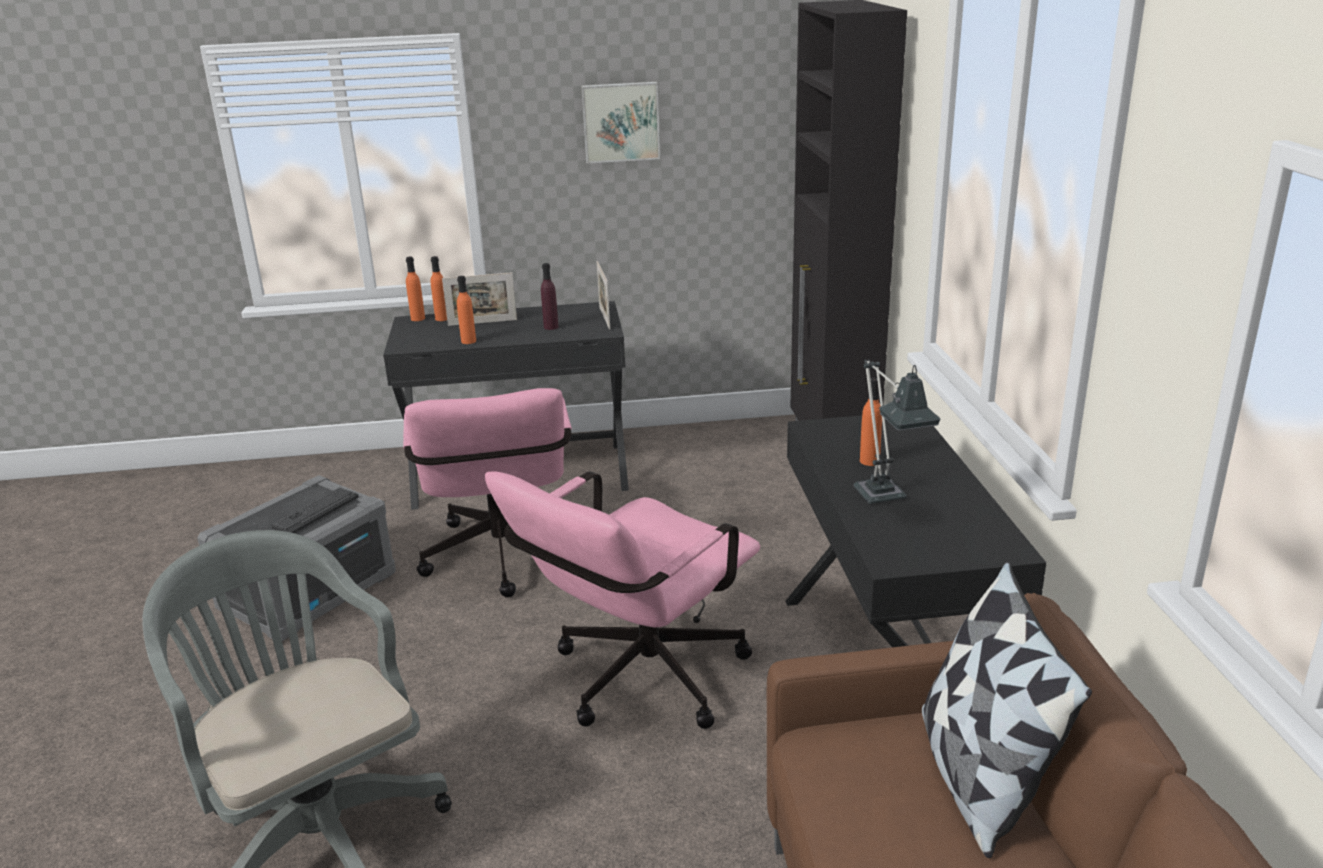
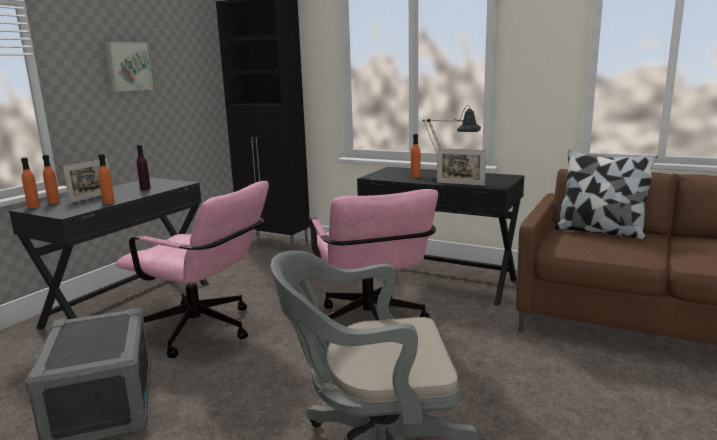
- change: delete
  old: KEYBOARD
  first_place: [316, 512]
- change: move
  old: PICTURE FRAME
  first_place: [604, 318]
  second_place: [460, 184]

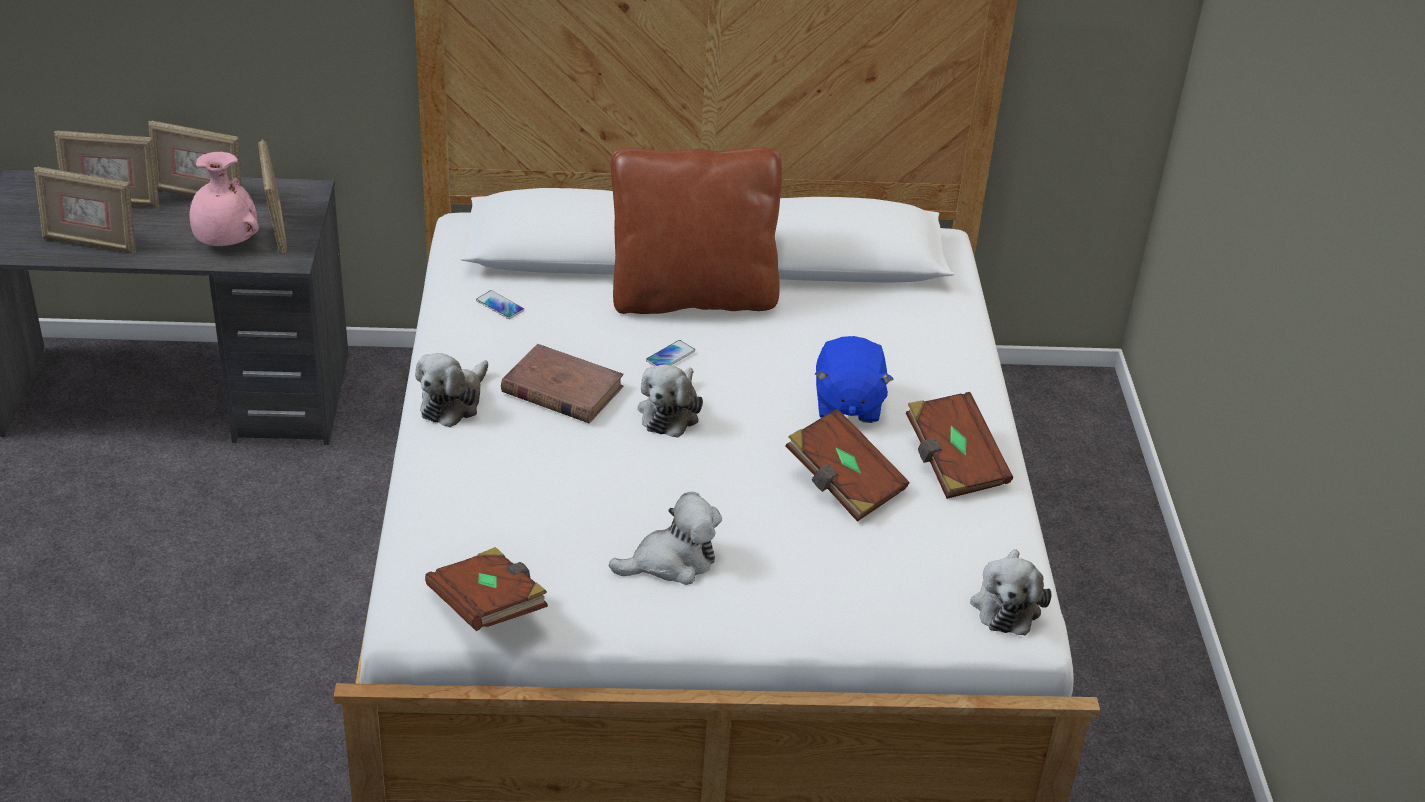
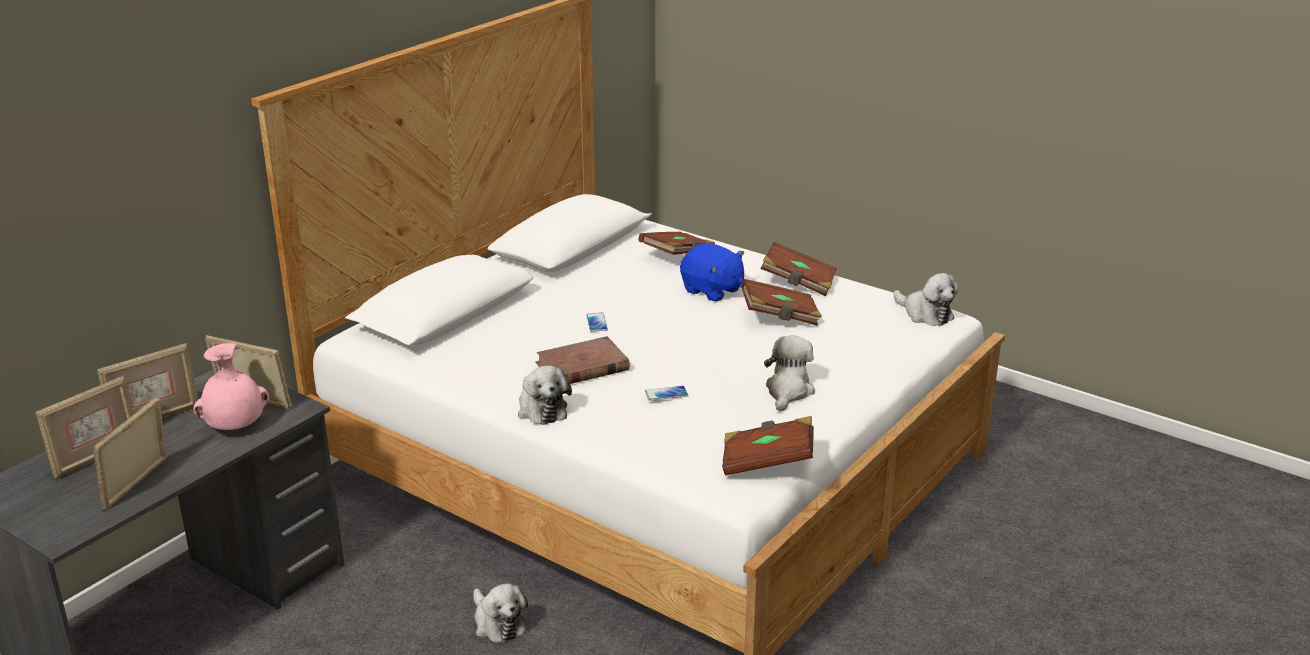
- change: delete
  old: BROWN PILLOW
  first_place: [692, 297]
- change: insert
  new: BROWN BOOK
  second_place: [678, 256]
- change: move
  old: PHONE
  first_place: [500, 305]
  second_place: [666, 394]
- change: move
  old: PLUSH TOY
  first_place: [670, 412]
  second_place: [497, 623]
- change: rotate
  old: PICTURE FRAME
  first_place: [91, 243]
  second_place: [138, 484]
  degrees: 150

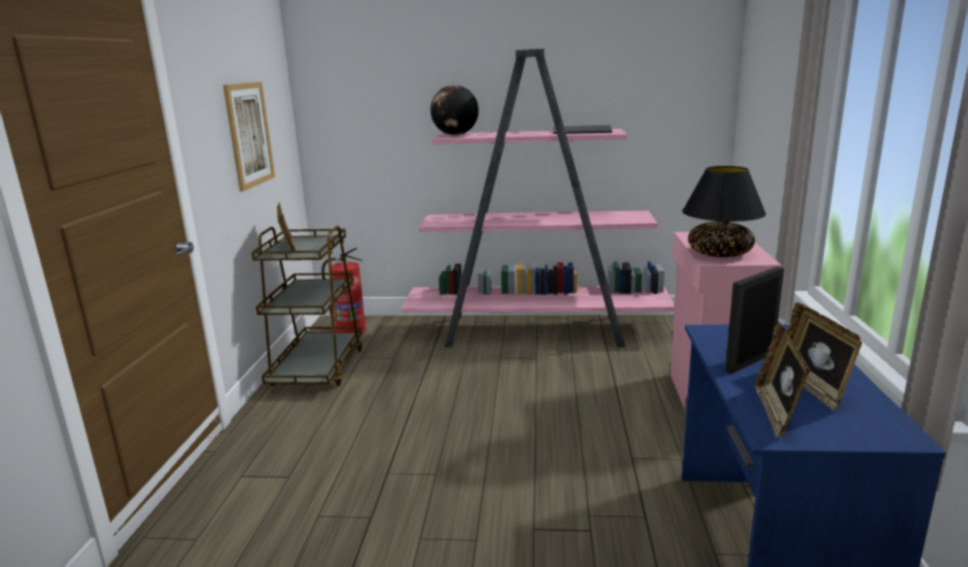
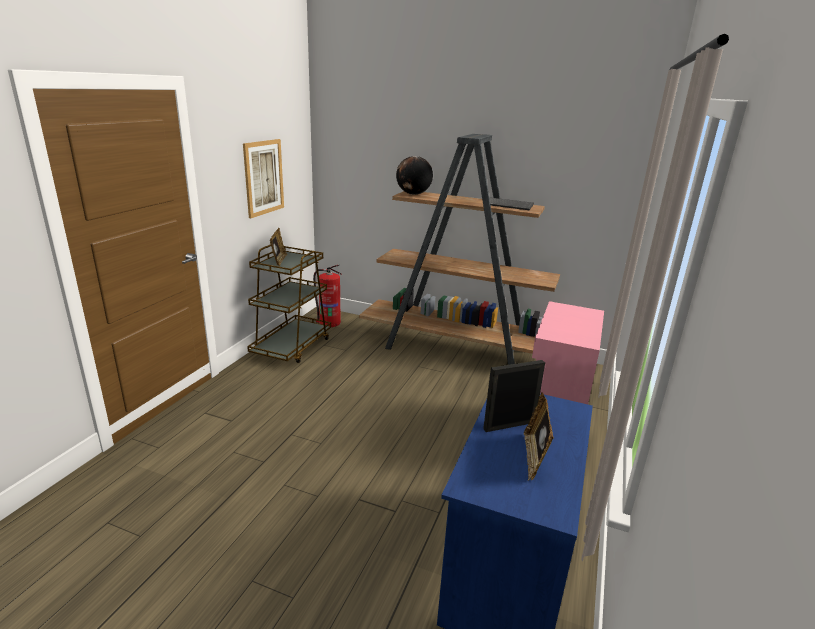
- change: delete
  old: BLACK TABLE LAMP
  first_place: [720, 253]
- change: delete
  old: PICTURE FRAME
  first_place: [776, 413]
- change: recolor
  old: PINK BOOKCASE
  new: BROWN BOOKCASE
  first_place: [537, 331]
  second_place: [458, 350]

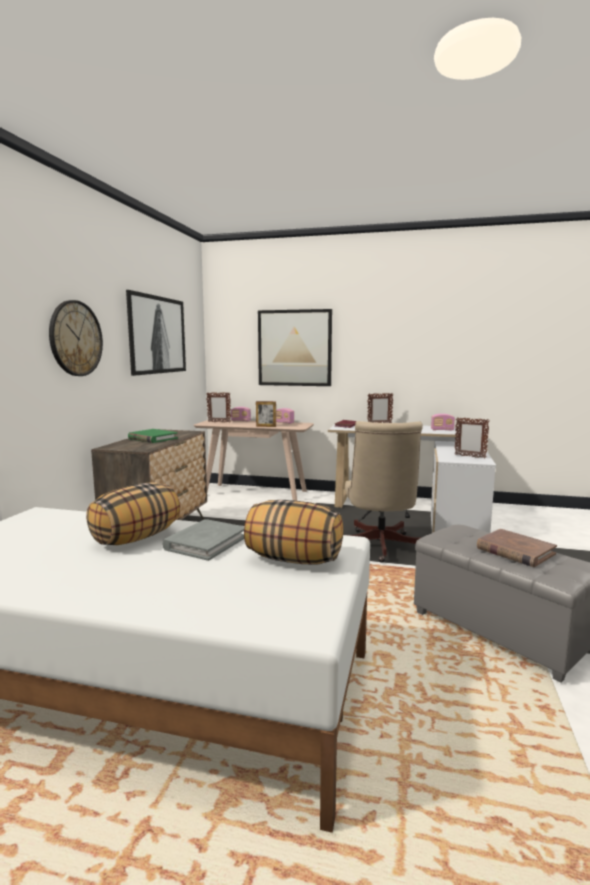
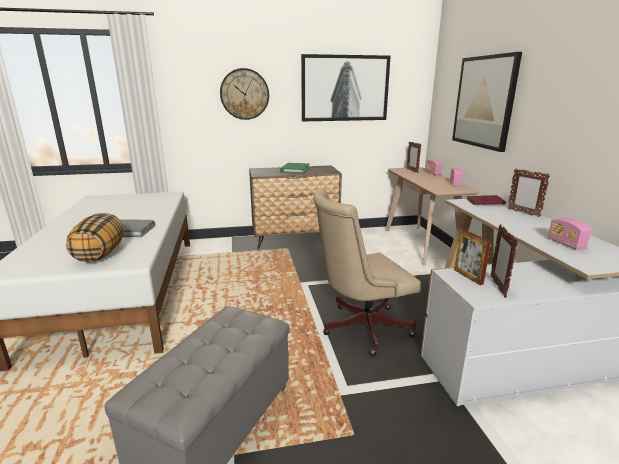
- change: delete
  old: PILLOW
  first_place: [136, 538]
- change: delete
  old: BROWN BOOK
  first_place: [515, 551]
- change: move
  old: PICTURE FRAME
  first_place: [266, 426]
  second_place: [468, 277]

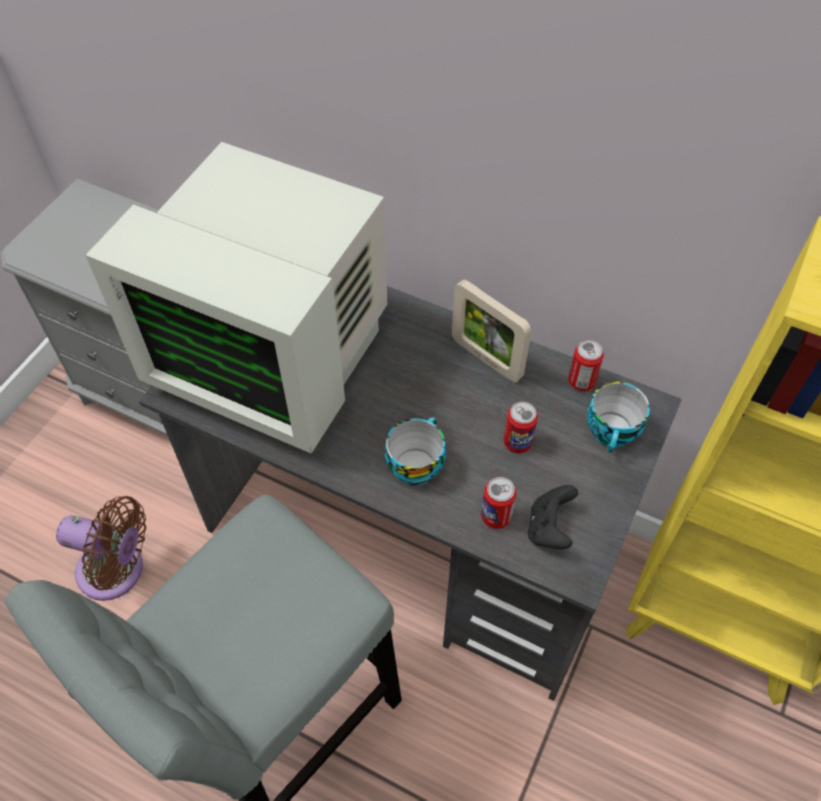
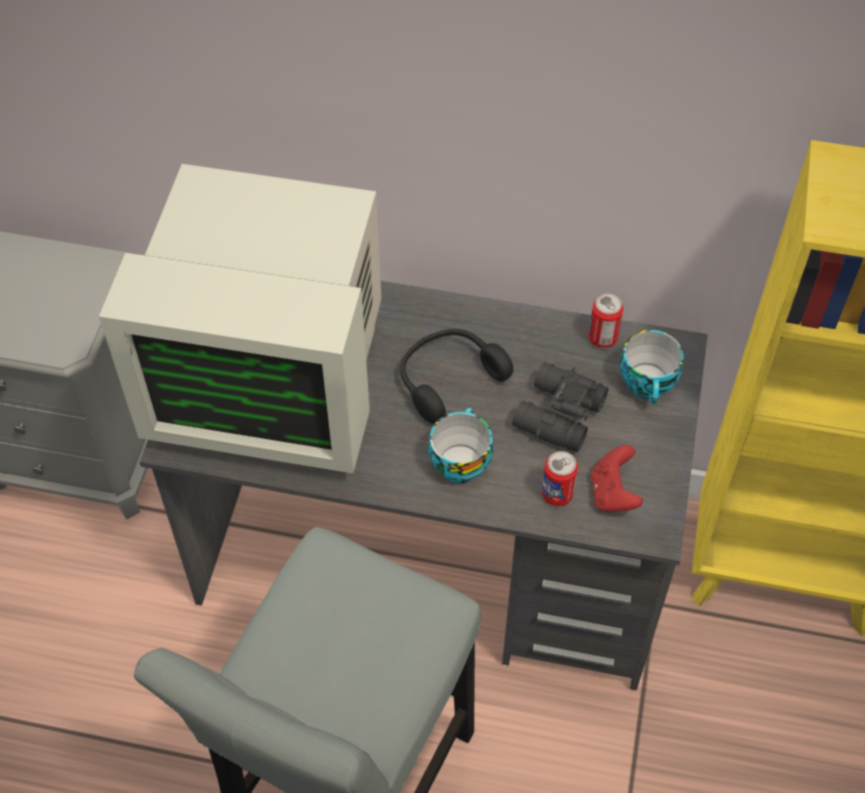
- change: delete
  old: BROWN FAN
  first_place: [117, 571]
- change: delete
  old: PICTURE FRAME
  first_place: [486, 359]
- change: insert
  new: BLACK HEADPHONES
  second_place: [448, 378]
- change: replace
  old: CAN
  new: BLACK BINOCULARS
  first_place: [517, 442]
  second_place: [556, 415]
- change: recolor
  old: BLACK GAME CONTROLLER
  new: RED GAME CONTROLLER
  first_place: [549, 528]
  second_place: [613, 493]

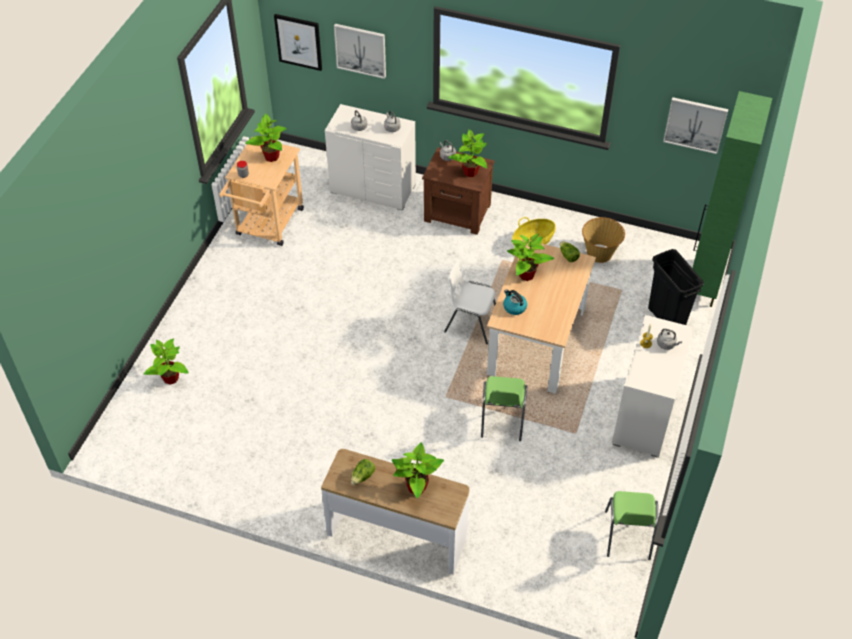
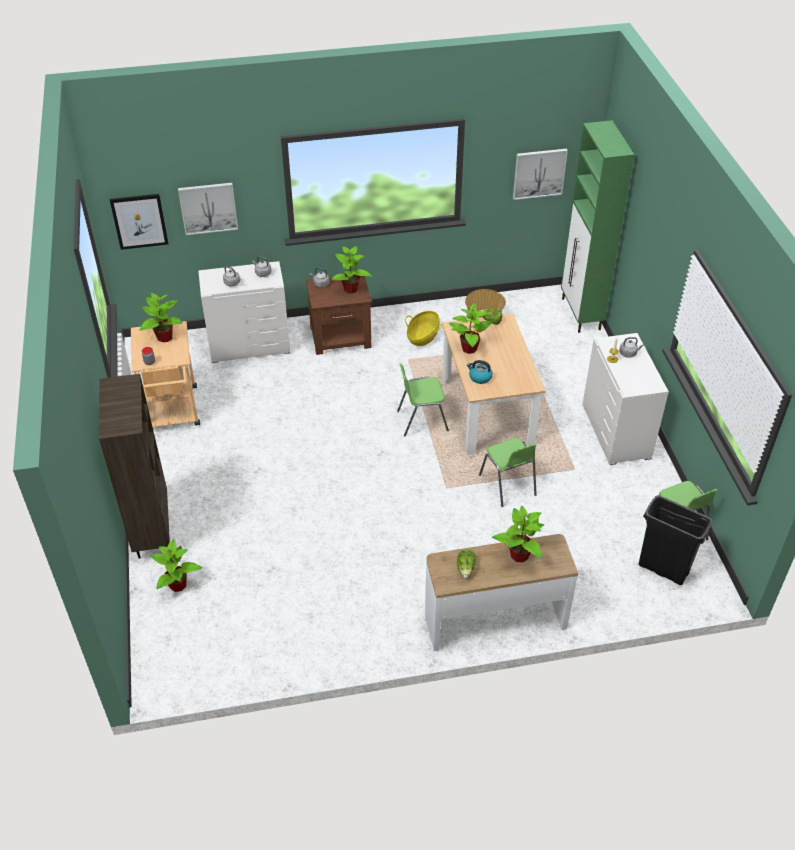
- change: insert
  new: BROWN BOOKCASE
  second_place: [152, 531]
- change: move
  old: BLACK TRASH CAN
  first_place: [665, 319]
  second_place: [662, 569]
- change: recolor
  old: WHITE CHAIR
  new: GREEN CHAIR
  first_place: [471, 324]
  second_place: [421, 420]

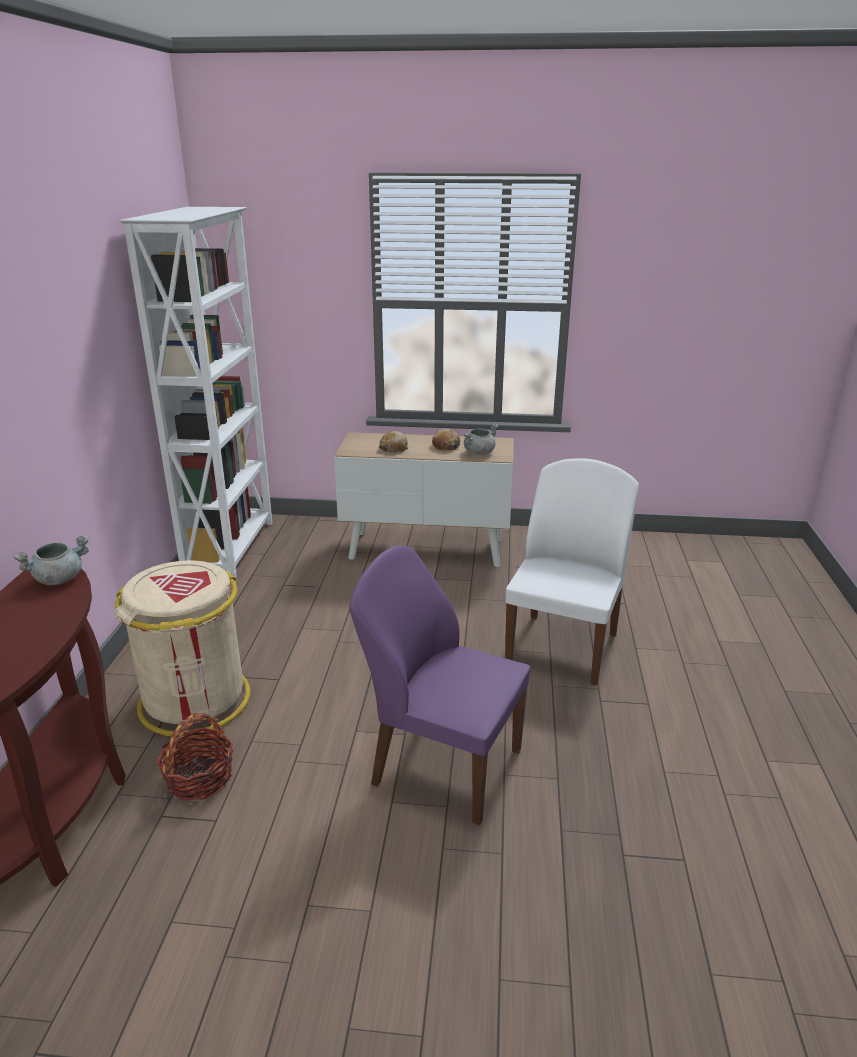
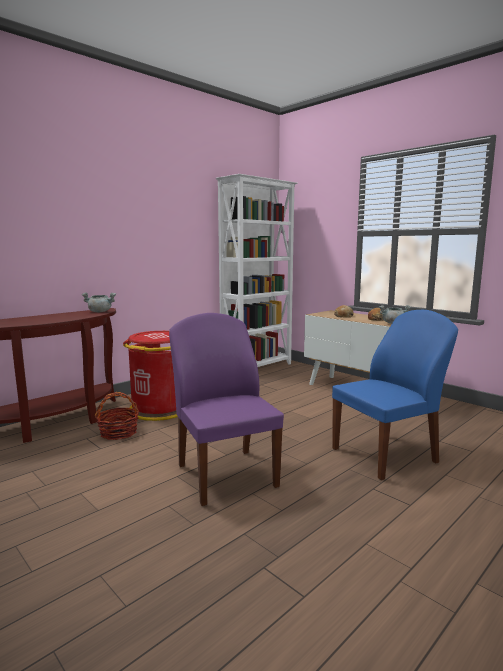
- change: recolor
  old: BEIGE TRASH CAN
  new: RED TRASH CAN
  first_place: [195, 701]
  second_place: [159, 409]
- change: recolor
  old: WHITE CHAIR
  new: BLUE CHAIR
  first_place: [563, 646]
  second_place: [386, 455]

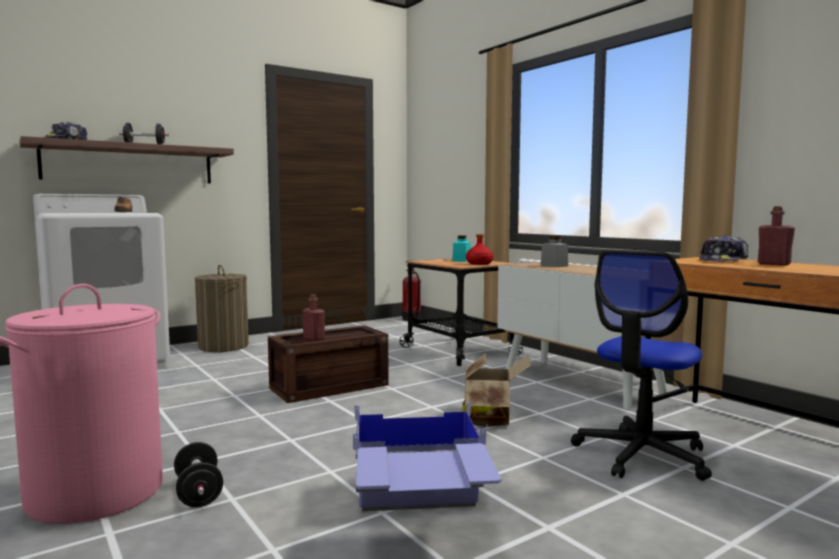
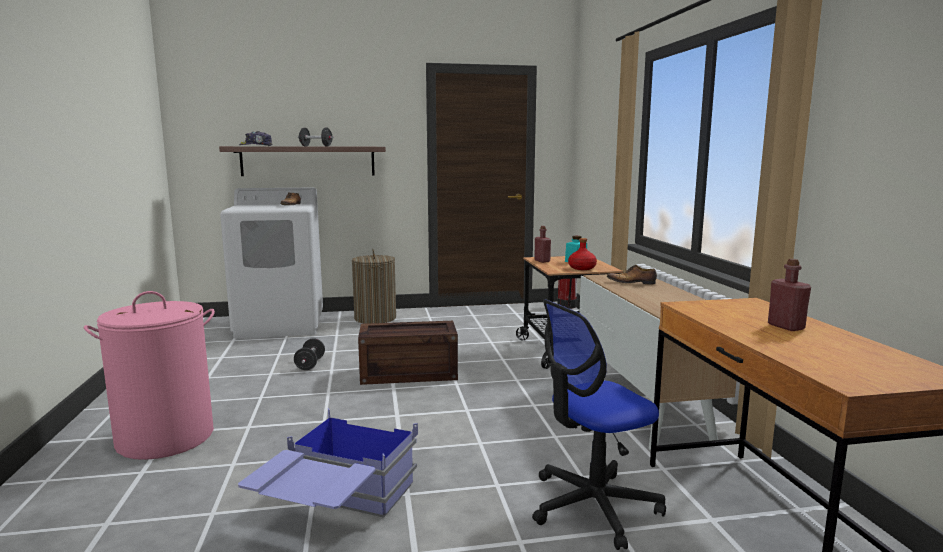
- change: delete
  old: CARDBOARD BOX
  first_place: [491, 418]
- change: delete
  old: CAP
  first_place: [723, 261]
- change: move
  old: BLACK DUMBBELL
  first_place: [198, 493]
  second_place: [310, 364]
- change: move
  old: RED BOTTLE
  first_place: [314, 339]
  second_place: [542, 261]
- change: replace
  old: GREY JAR
  new: SHOE
  first_place: [554, 266]
  second_place: [632, 283]

